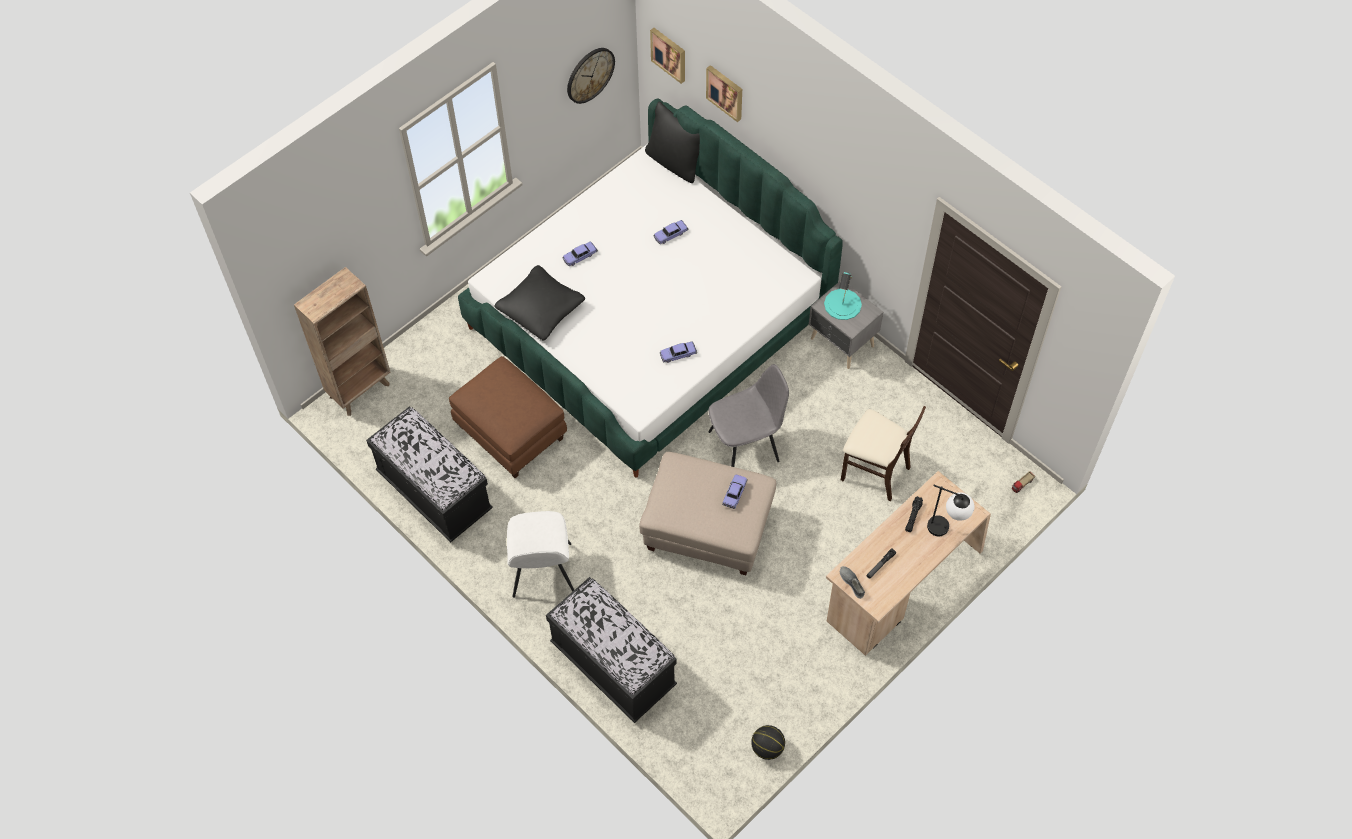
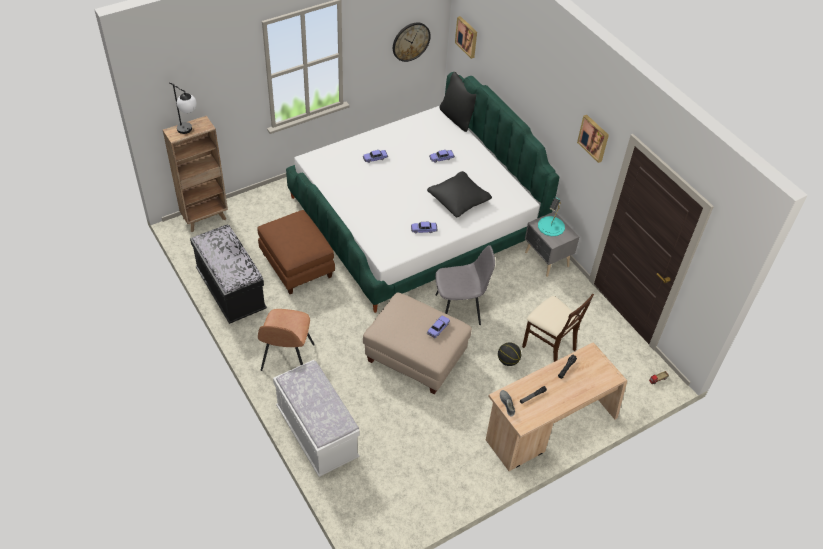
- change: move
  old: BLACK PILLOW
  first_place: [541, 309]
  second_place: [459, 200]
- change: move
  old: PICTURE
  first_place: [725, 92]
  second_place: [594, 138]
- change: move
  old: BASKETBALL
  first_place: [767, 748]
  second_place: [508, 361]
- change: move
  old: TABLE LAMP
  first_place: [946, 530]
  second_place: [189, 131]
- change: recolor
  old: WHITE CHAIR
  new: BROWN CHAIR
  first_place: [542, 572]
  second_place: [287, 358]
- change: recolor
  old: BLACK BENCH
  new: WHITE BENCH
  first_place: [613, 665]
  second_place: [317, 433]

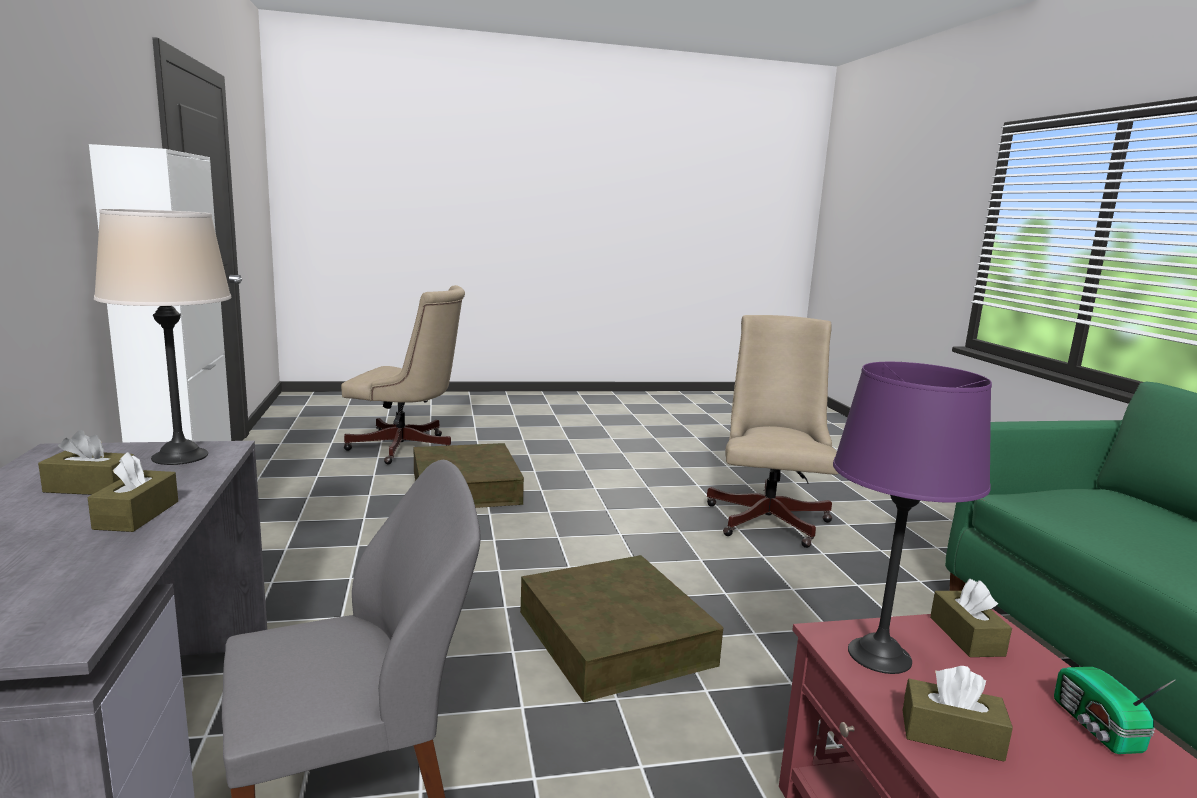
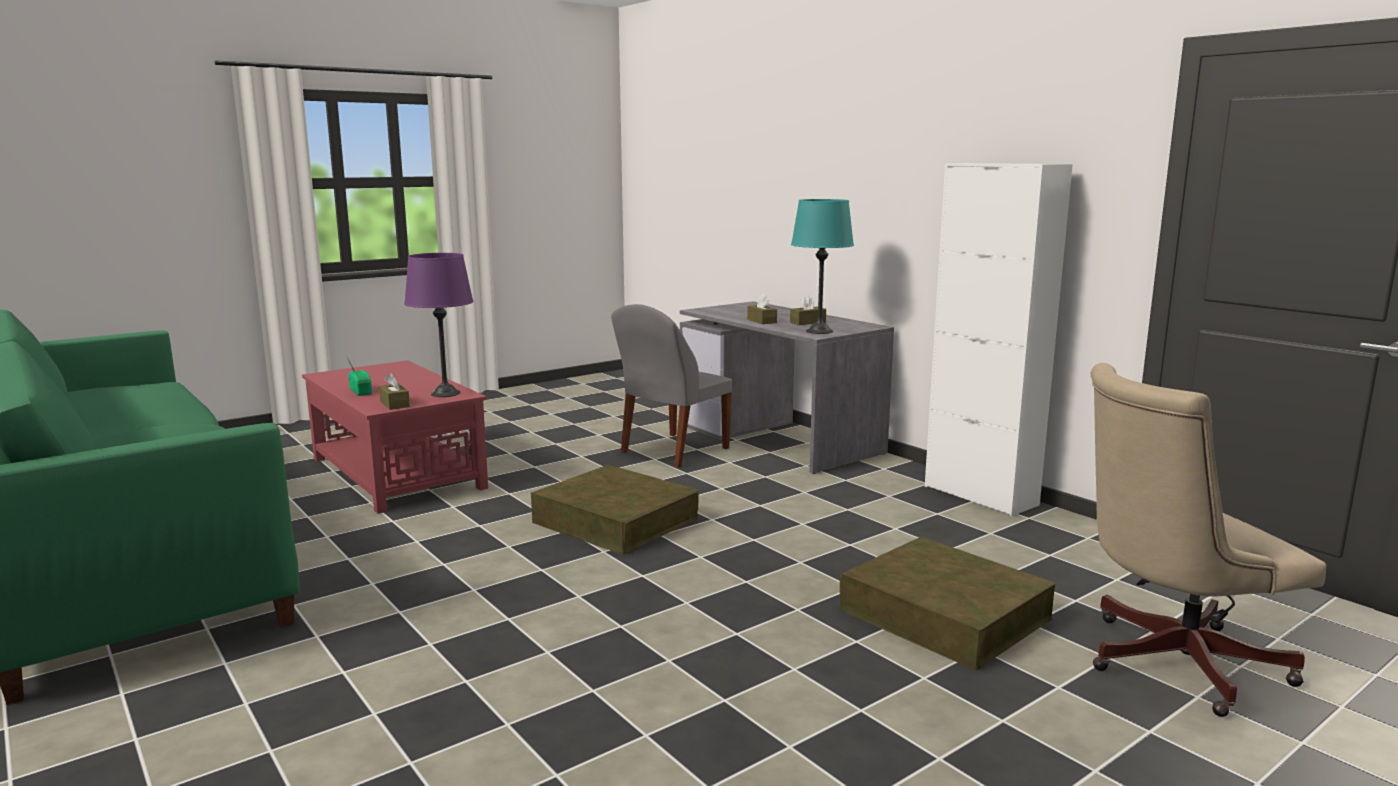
- change: delete
  old: BEIGE OFFICE CHAIR
  first_place: [769, 517]
- change: delete
  old: BROWN TISSUE BOX
  first_place: [951, 735]
- change: recolor
  old: BEIGE TABLE LAMP
  new: TURQUOISE TABLE LAMP
  first_place: [179, 456]
  second_place: [819, 331]

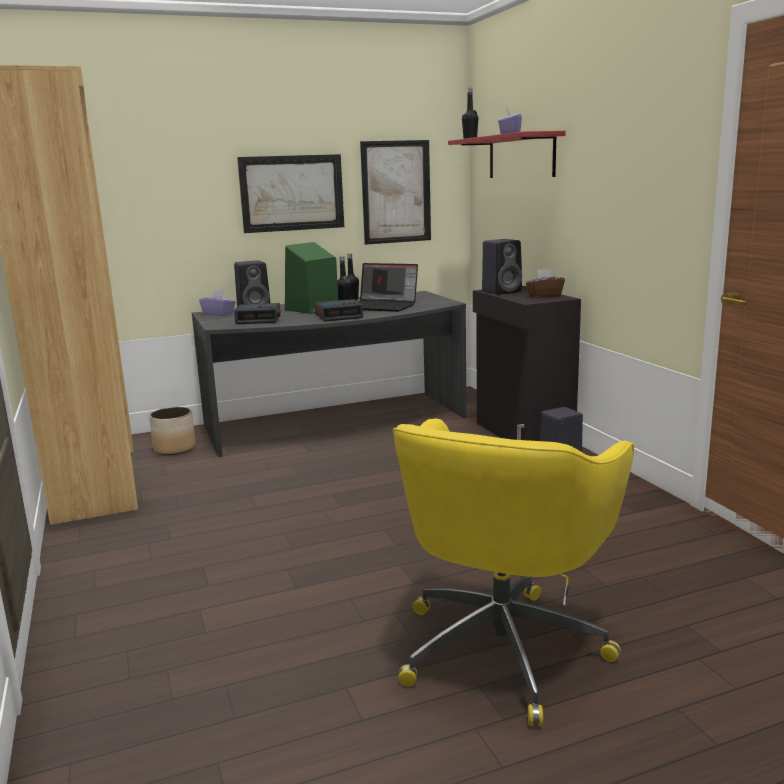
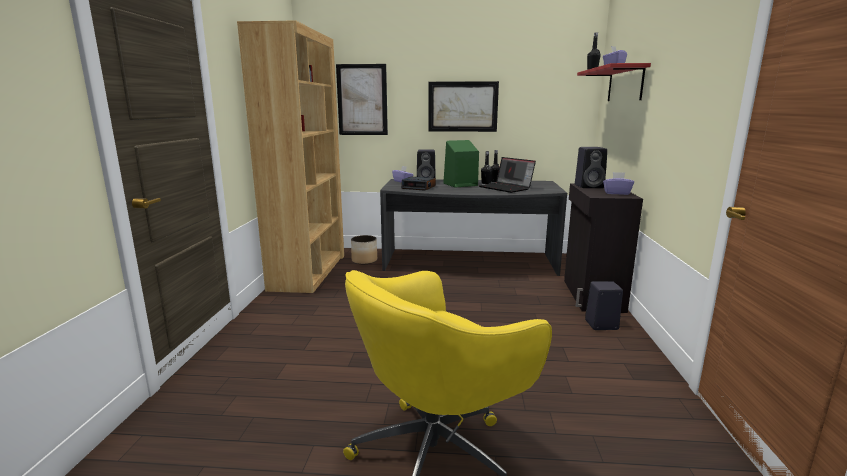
- change: delete
  old: ALARM CLOCK
  first_place: [339, 316]
- change: move
  old: PICTURE
  first_place: [396, 192]
  second_place: [362, 100]
- change: recolor
  old: BROWN TISSUE BOX
  new: PURPLE TISSUE BOX
  first_place: [544, 296]
  second_place: [616, 193]

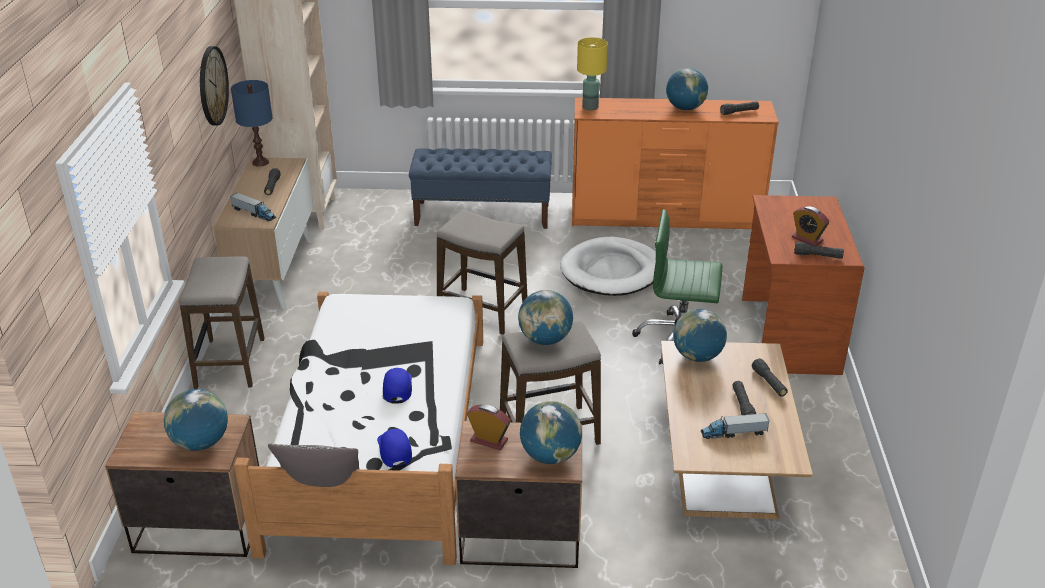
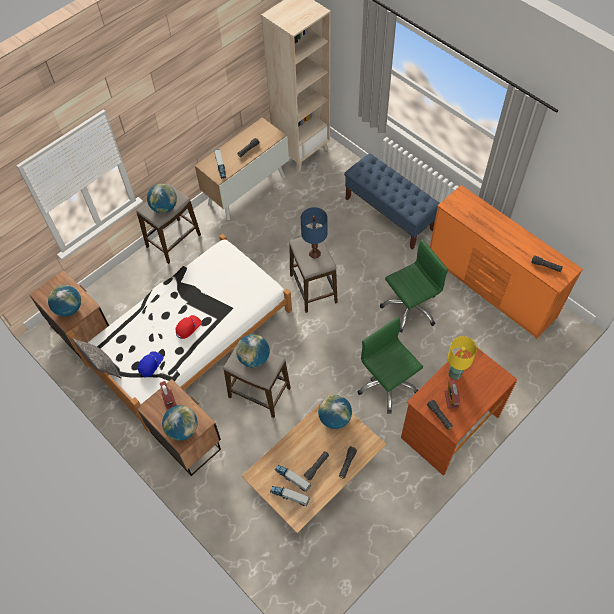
- change: delete
  old: WALL CLOCK
  first_place: [212, 86]
- change: insert
  new: TOY TRUCK
  second_place: [289, 496]
- change: move
  old: BLUE TABLE LAMP
  first_place: [260, 162]
  second_place: [314, 253]
- change: move
  old: YELLOW TABLE LAMP
  first_place: [590, 107]
  second_place: [455, 374]
- change: move
  old: GLOBE
  first_place: [685, 108]
  second_place: [164, 207]
- change: replace
  old: WHITE DOG BED
  new: GREEN OFFICE CHAIR
  first_place: [612, 271]
  second_place: [410, 308]
- change: recolor
  old: BLUE CAP
  new: RED CAP
  first_place: [397, 388]
  second_place: [188, 327]

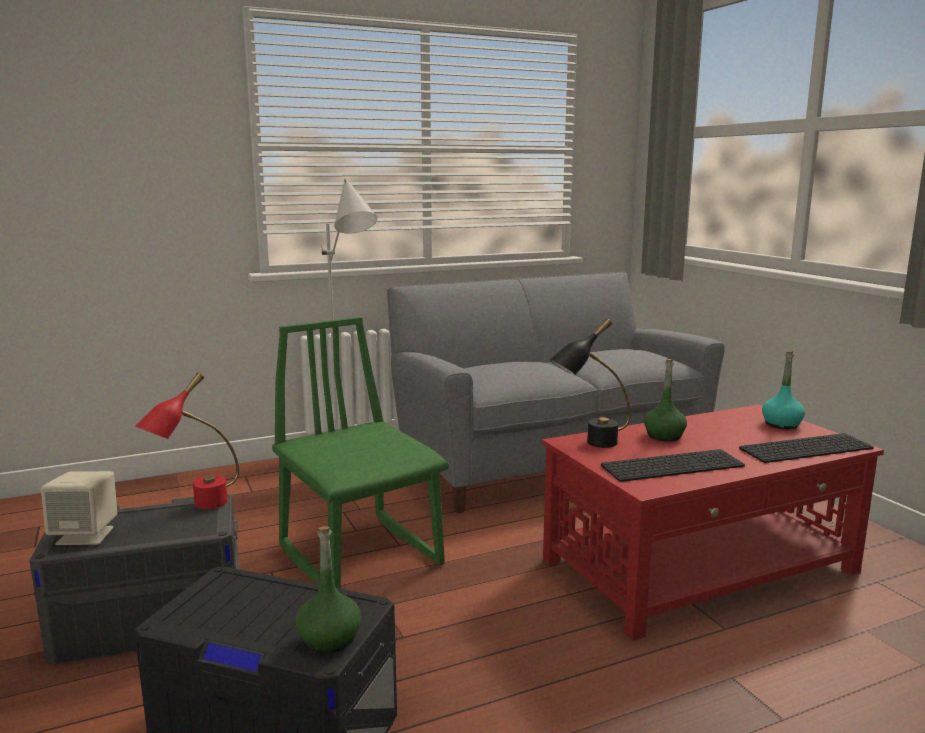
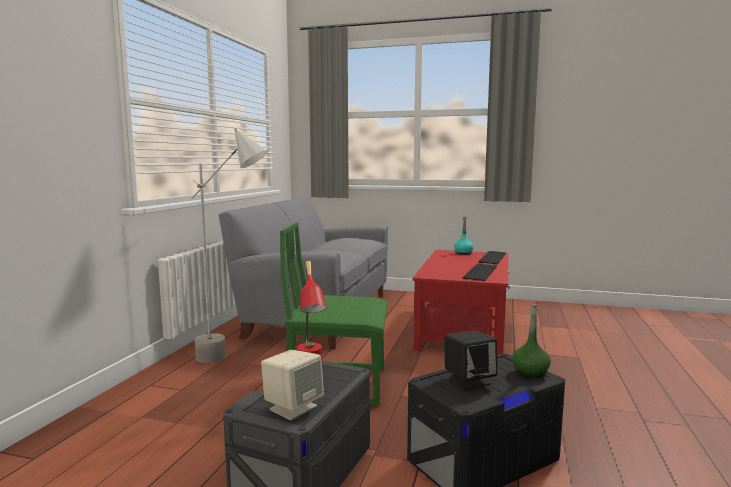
- change: delete
  old: BLACK TABLE LAMP
  first_place: [589, 444]
- change: delete
  old: GREEN BOTTLE
  first_place: [664, 436]
- change: insert
  new: BLACK SPEAKER
  second_place: [469, 381]

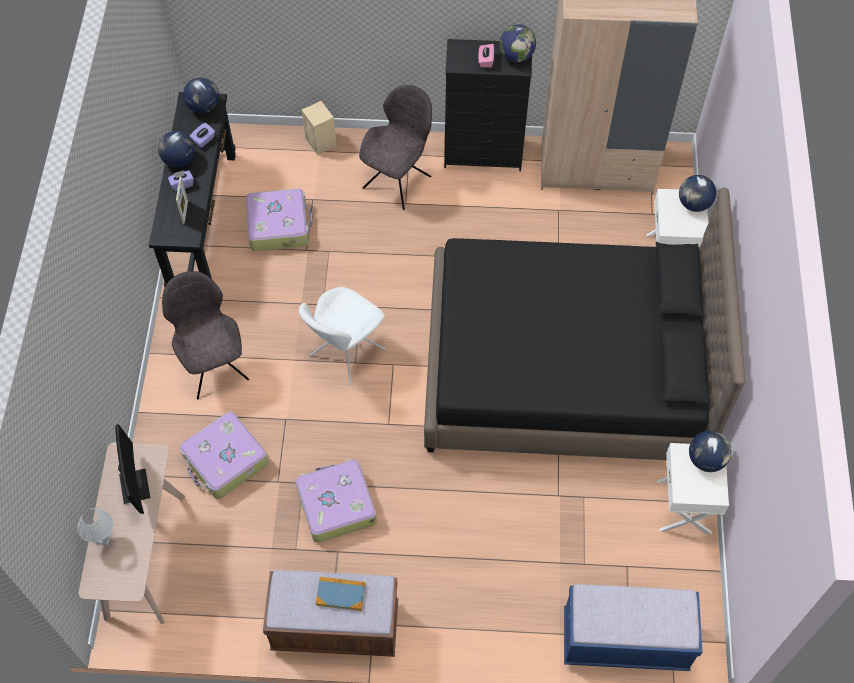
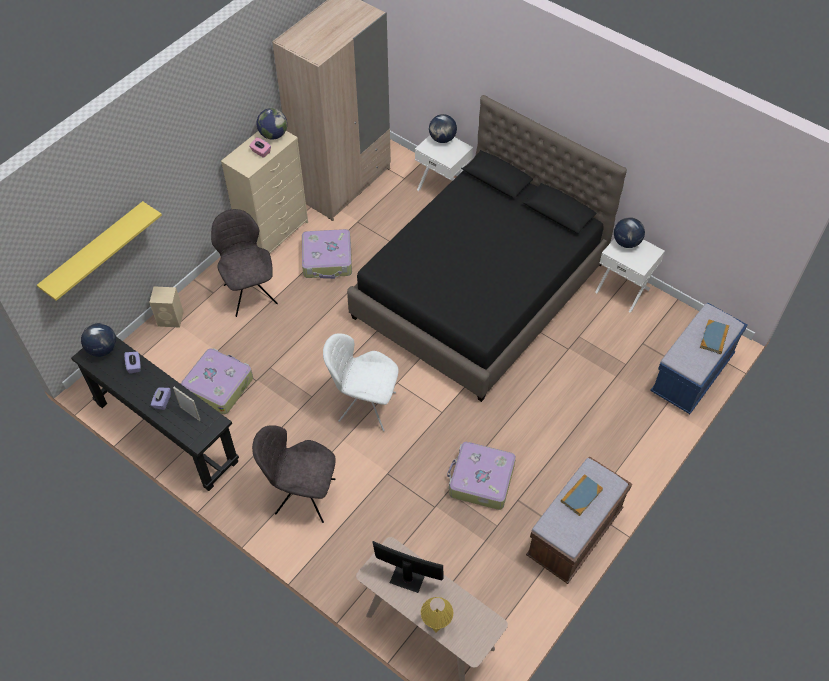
- change: delete
  old: GLOBE
  first_place: [179, 160]
- change: insert
  new: YELLOW SHELF
  second_place: [94, 250]
- change: insert
  new: BOOK
  second_place: [714, 337]
- change: move
  old: SUITCASE
  first_place: [225, 461]
  second_place: [328, 260]
- change: recolor
  old: WHITE TABLE LAMP
  new: YELLOW TABLE LAMP
  first_place: [103, 537]
  second_place: [436, 623]
- change: recolor
  old: BLACK DRESSER
  new: BEIGE DRESSER
  first_place: [484, 153]
  second_place: [274, 233]
- change: rotate
  old: WHITE CHAIR
  first_place: [345, 354]
  second_place: [365, 406]
  degrees: 120

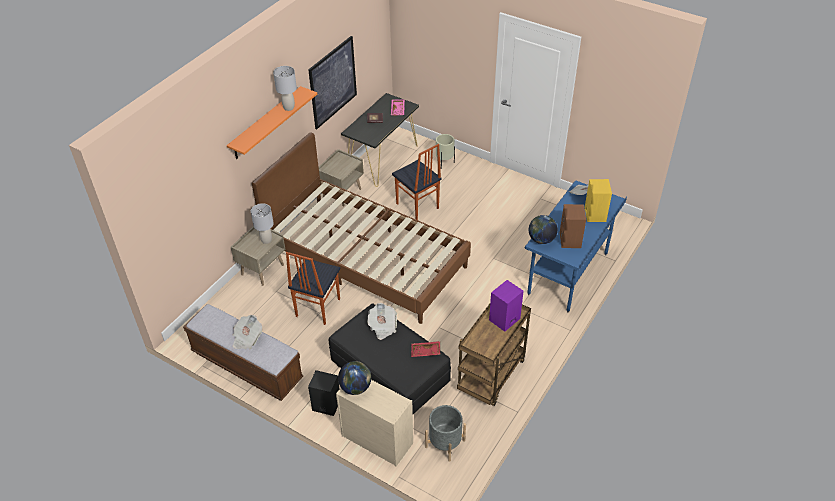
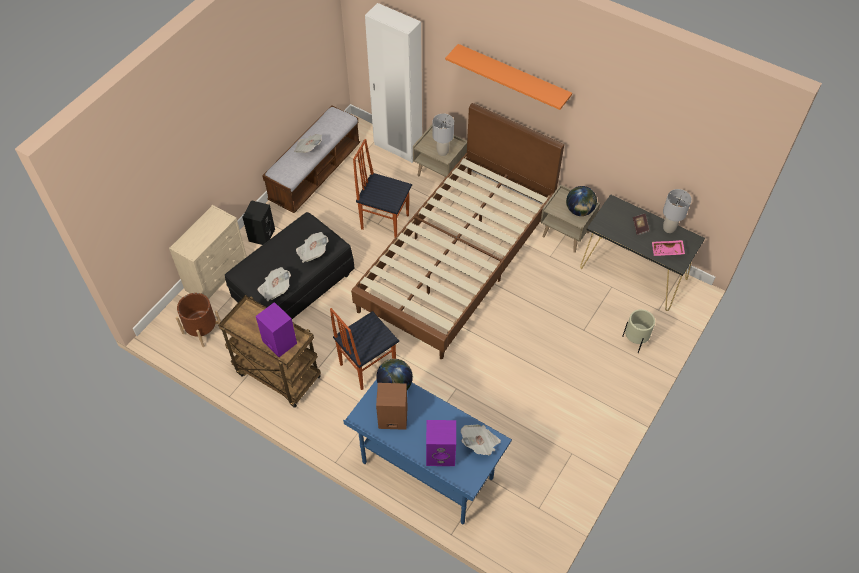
- change: delete
  old: PICTURE
  first_place: [333, 82]
- change: insert
  new: WHITE WARDROBE
  second_place: [397, 148]
- change: move
  old: GREY TABLE LAMP
  first_place: [289, 108]
  second_place: [669, 229]
- change: move
  old: GLOBE
  first_place: [355, 388]
  second_place: [579, 211]
- change: move
  old: CHAIR
  first_place: [417, 206]
  second_place: [366, 365]
- change: replace
  old: RED TRAY
  new: NEWSPAPER
  first_place: [425, 352]
  second_place: [275, 289]
- change: recolor
  old: GREY PLANTER
  new: BROWN PLANTER
  first_place: [445, 443]
  second_place: [202, 330]
- change: recolor
  old: YELLOW SPEAKER
  new: PURPLE SPEAKER
  first_place: [594, 214]
  second_place: [441, 453]

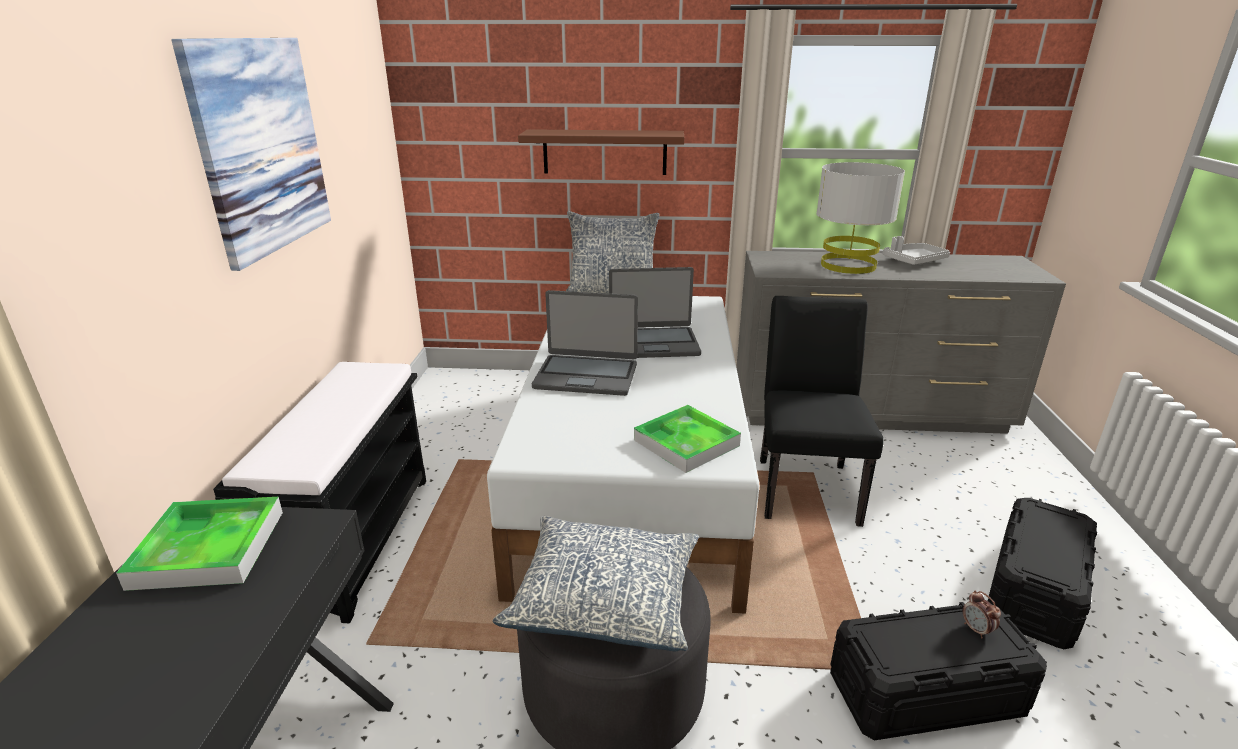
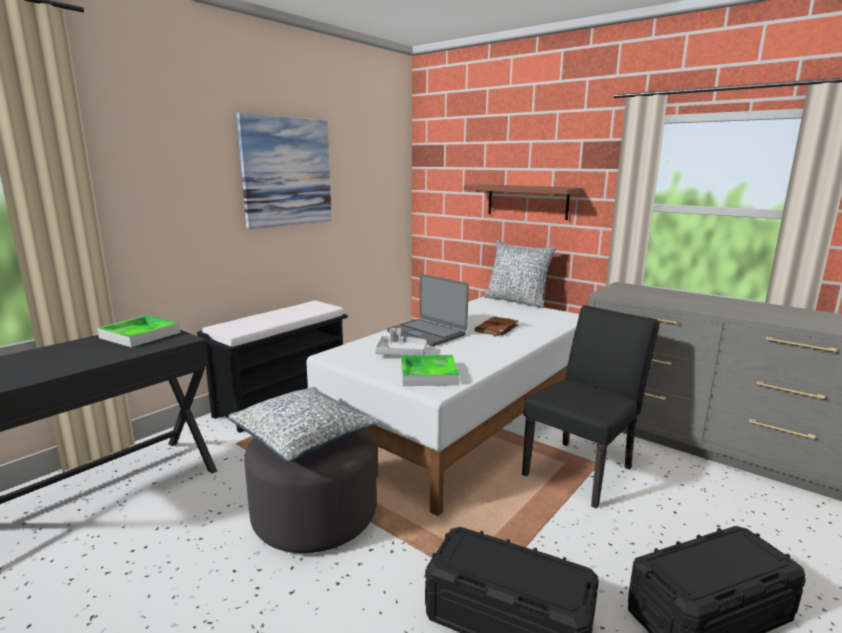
- change: delete
  old: GREY TABLE LAMP
  first_place: [848, 265]
- change: delete
  old: ALARM CLOCK
  first_place: [976, 630]
- change: move
  old: GREY TRAY
  first_place: [914, 261]
  second_place: [401, 353]
- change: replace
  old: LAPTOP
  new: BROWN BOOK
  first_place: [653, 343]
  second_place: [496, 328]

